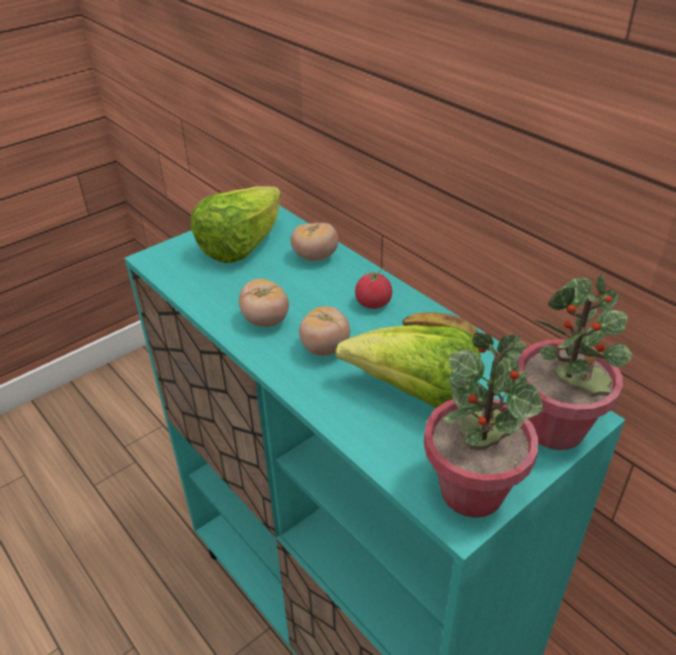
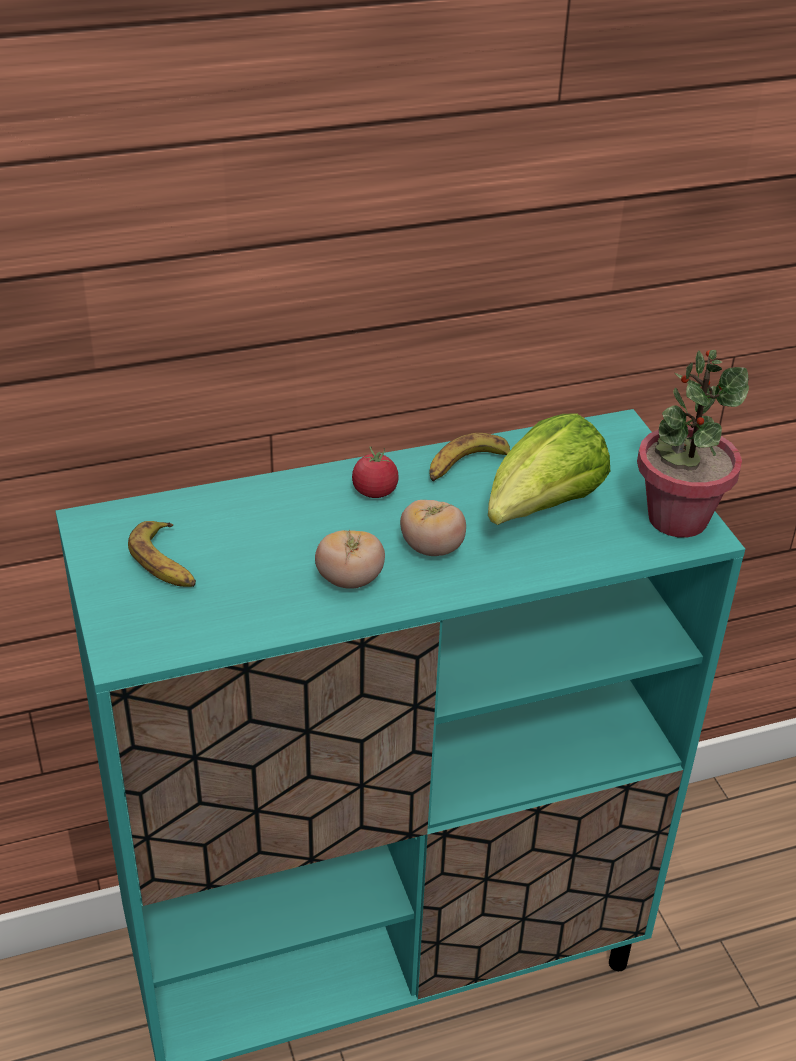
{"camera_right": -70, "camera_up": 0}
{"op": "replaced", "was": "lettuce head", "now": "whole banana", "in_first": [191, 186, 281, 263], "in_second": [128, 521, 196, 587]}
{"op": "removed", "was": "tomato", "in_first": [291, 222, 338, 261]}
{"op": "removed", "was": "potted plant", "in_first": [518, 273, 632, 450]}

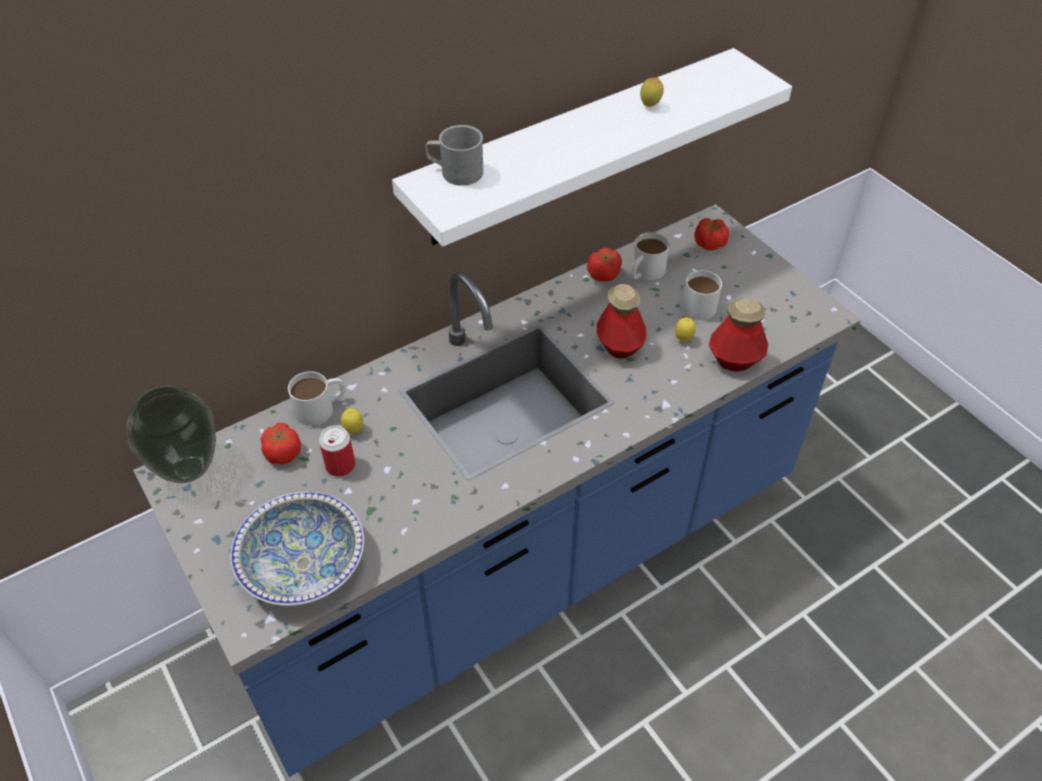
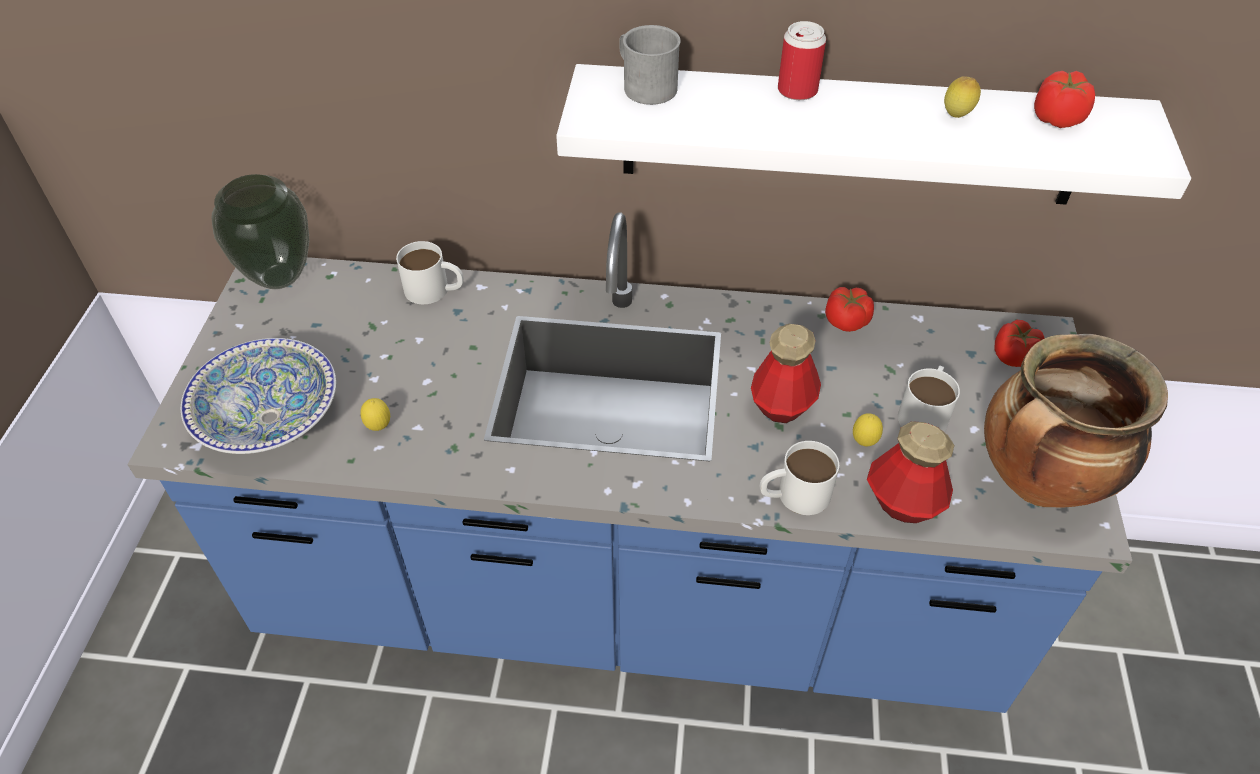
{"camera_right": 40, "camera_up": 0}
{"op": "moved", "was": "lemon", "in_first": [341, 408, 363, 434], "in_second": [361, 398, 390, 431]}
{"op": "moved", "was": "white coffee mug", "in_first": [631, 232, 669, 281], "in_second": [760, 441, 839, 515]}
{"op": "moved", "was": "sealed can", "in_first": [319, 425, 355, 477], "in_second": [778, 21, 826, 100]}
{"op": "added", "now": "saucepot", "in_second": [984, 334, 1168, 508]}
{"op": "moved", "was": "tomato", "in_first": [261, 423, 301, 465], "in_second": [1034, 71, 1095, 128]}

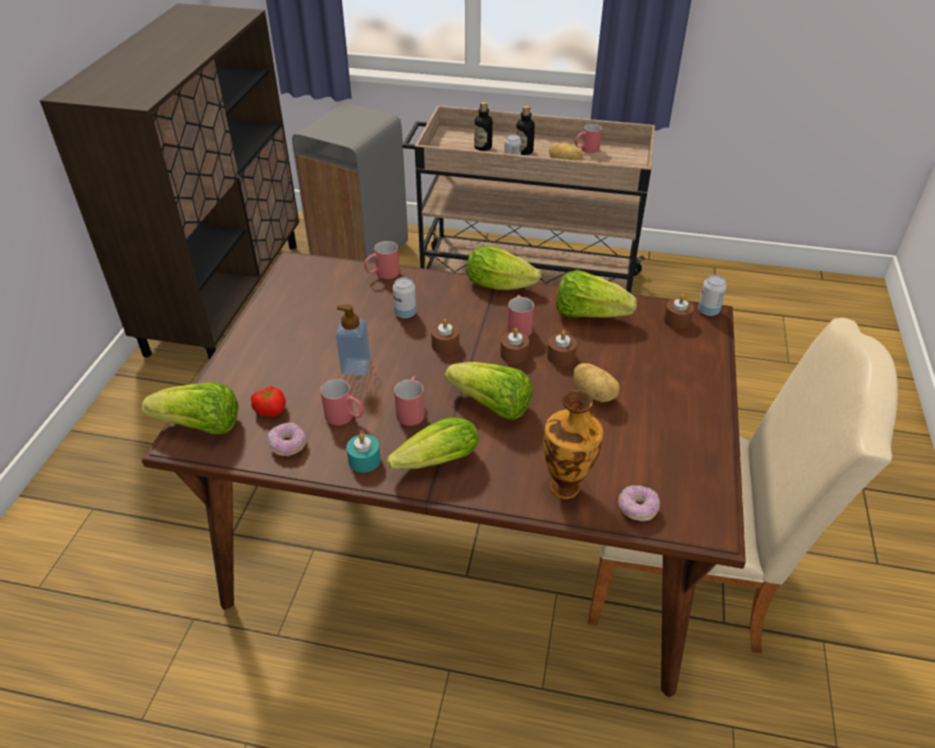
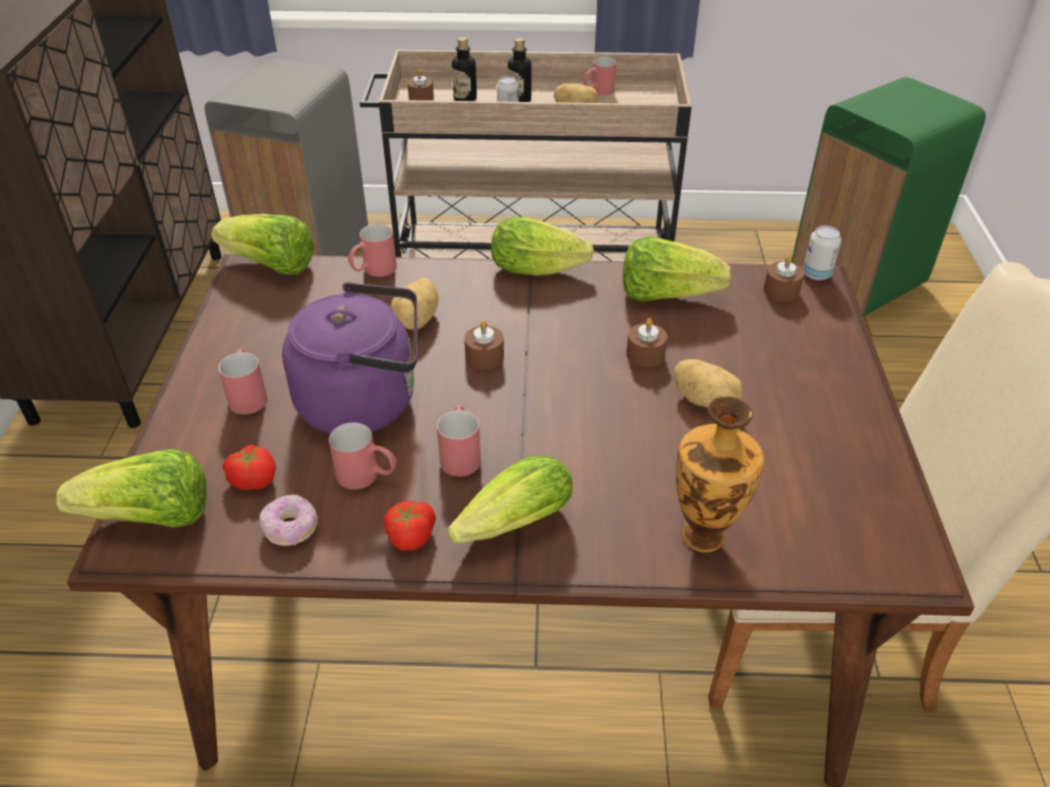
{"camera_right": -10, "camera_up": 0}
{"op": "moved", "was": "lettuce head", "in_first": [445, 362, 532, 420], "in_second": [211, 214, 314, 275]}
{"op": "moved", "was": "reddish coffee mug", "in_first": [507, 295, 534, 336], "in_second": [218, 349, 268, 414]}
{"op": "replaced", "was": "soap dispenser", "now": "purplish water kettle", "in_first": [335, 305, 371, 375], "in_second": [282, 282, 418, 434]}
{"op": "replaced", "was": "turquoise wax light", "now": "tomato", "in_first": [346, 433, 381, 473], "in_second": [384, 501, 436, 551]}
{"op": "replaced", "was": "sealed can", "now": "spud", "in_first": [393, 277, 416, 318], "in_second": [391, 278, 438, 330]}
{"op": "moved", "was": "brown wax light", "in_first": [500, 328, 529, 364], "in_second": [407, 69, 434, 101]}
{"op": "added", "now": "green-coloured waste bin", "in_second": [791, 77, 986, 316]}
{"op": "removed", "was": "donut", "in_first": [618, 485, 660, 521]}

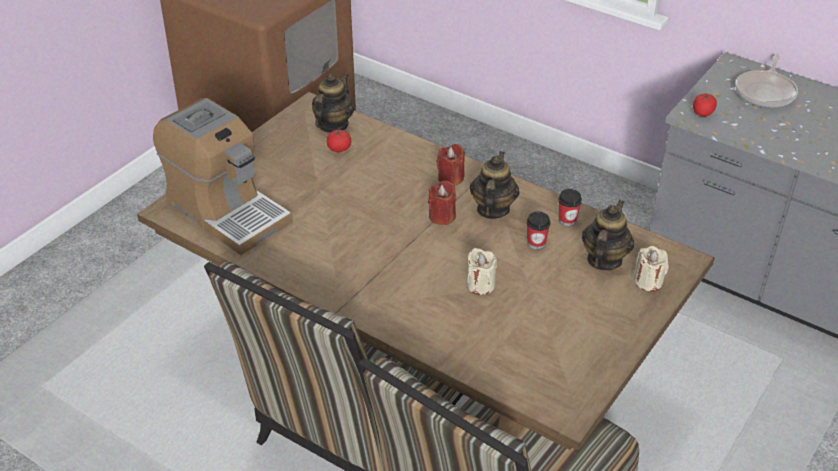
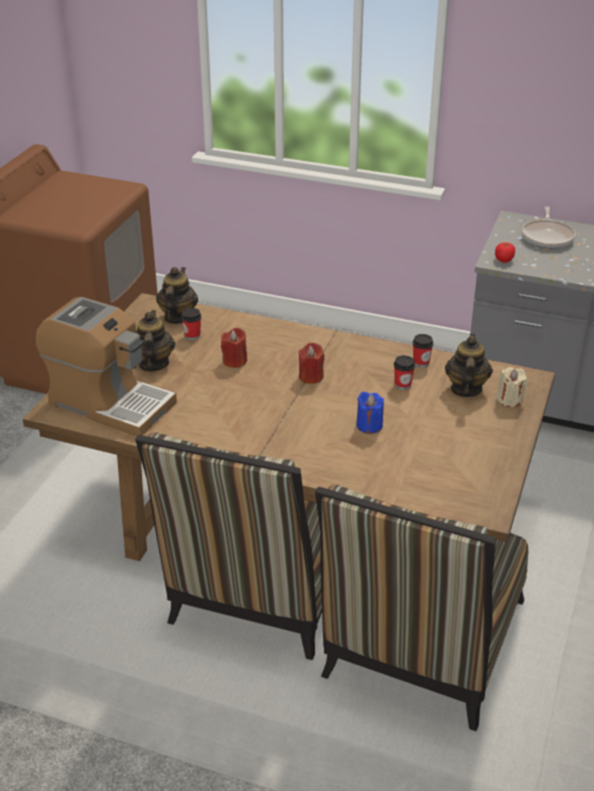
{"camera_right": -15, "camera_up": -5}
{"op": "moved", "was": "pot for tea", "in_first": [470, 151, 519, 219], "in_second": [136, 310, 175, 372]}
{"op": "replaced", "was": "tomato", "now": "small cup", "in_first": [327, 130, 351, 152], "in_second": [181, 308, 201, 340]}
{"op": "moved", "was": "reddish wax light", "in_first": [436, 144, 465, 185], "in_second": [221, 328, 247, 368]}
{"op": "recoloured", "was": "beige-coloured wax light", "now": "blue wax light", "in_first": [466, 248, 497, 295], "in_second": [356, 392, 384, 434]}

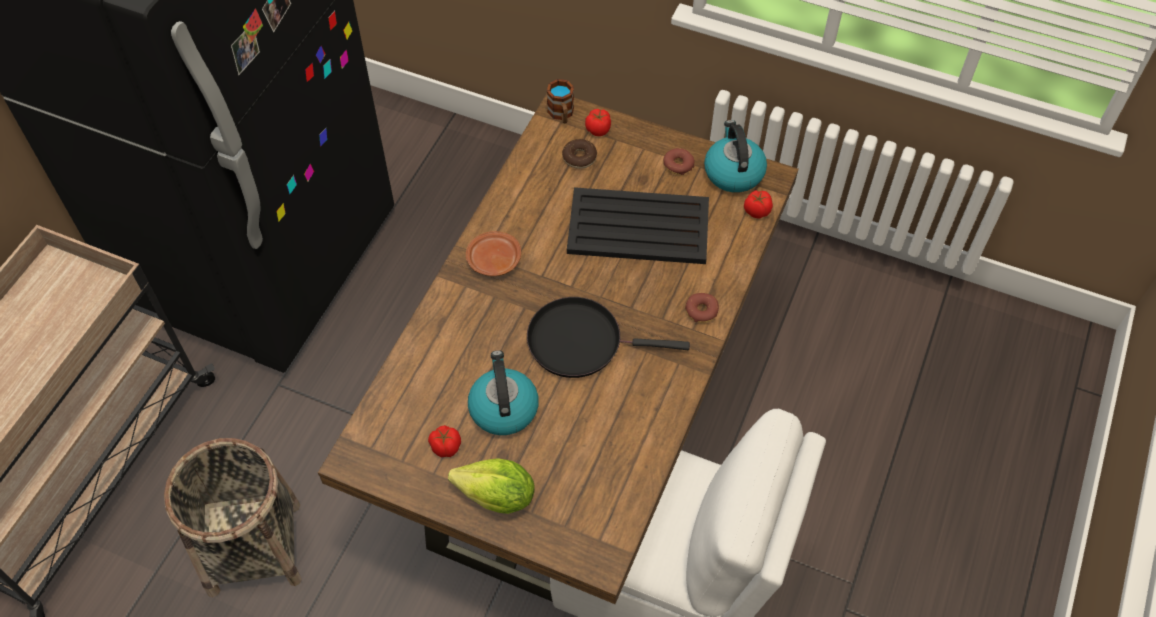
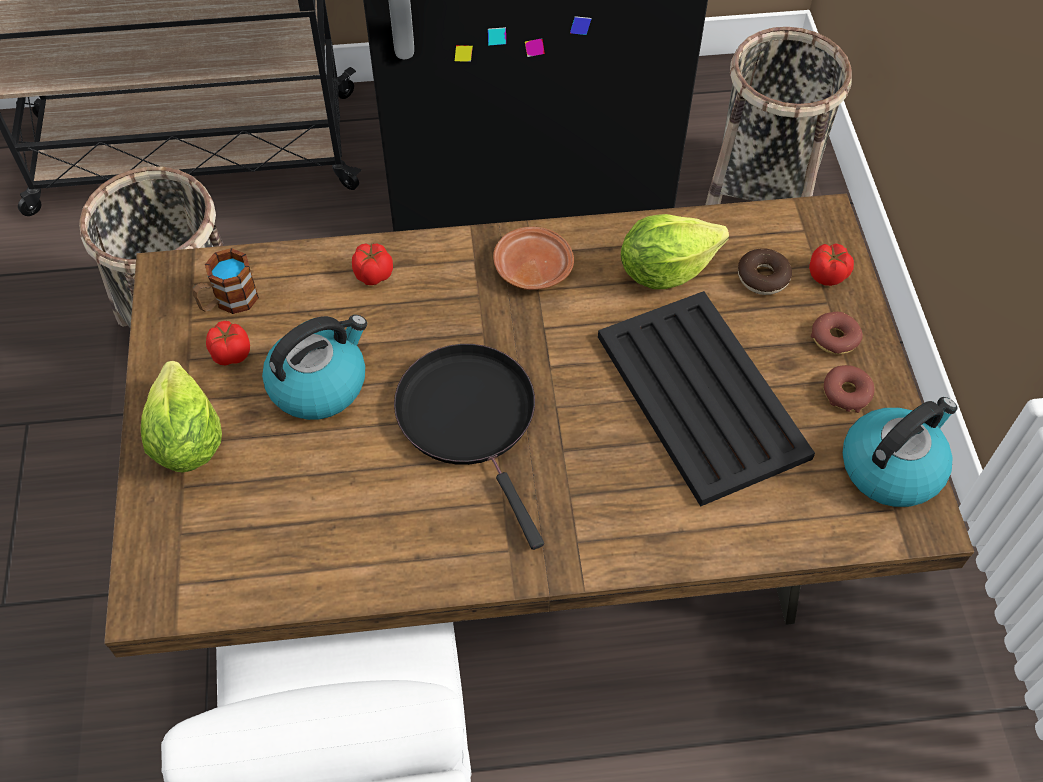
{"camera_right": 60, "camera_up": 0}
{"op": "moved", "was": "coffee mug", "in_first": [547, 79, 574, 123], "in_second": [192, 248, 259, 314]}
{"op": "moved", "was": "tomato", "in_first": [744, 190, 773, 219], "in_second": [352, 243, 393, 285]}
{"op": "added", "now": "lettuce head", "in_second": [621, 214, 729, 289]}
{"op": "added", "now": "household basket", "in_second": [705, 27, 852, 205]}
{"op": "moved", "was": "donut", "in_first": [685, 293, 719, 323], "in_second": [811, 312, 863, 355]}

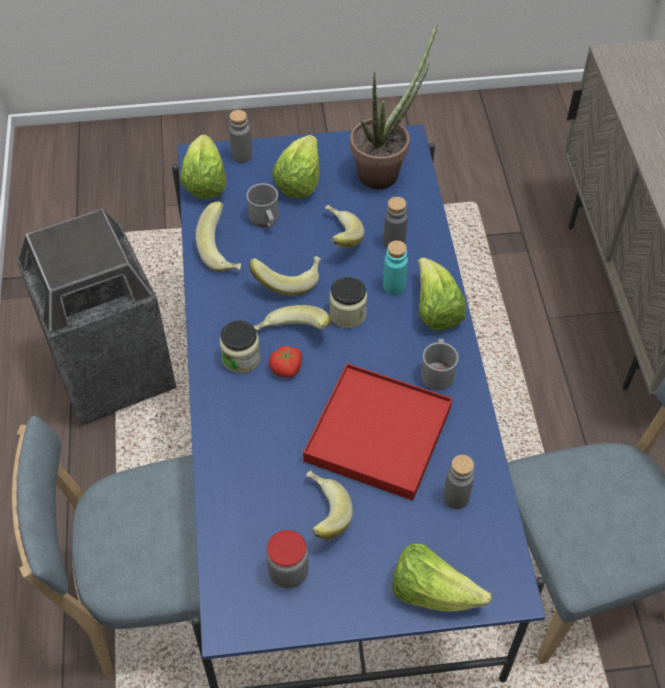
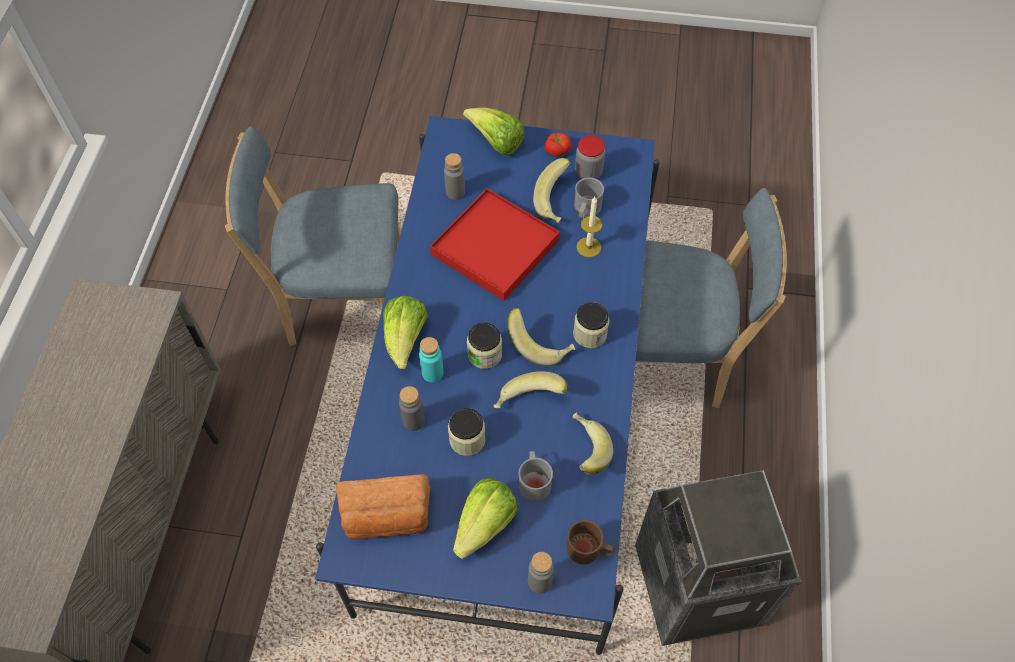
{"camera_right": -165, "camera_up": 5}
{"op": "replaced", "was": "potted plant", "now": "bread", "in_first": [350, 19, 438, 189], "in_second": [336, 474, 430, 539]}
{"op": "replaced", "was": "whole banana", "now": "storage jar", "in_first": [325, 205, 365, 248], "in_second": [448, 408, 486, 456]}
{"op": "moved", "was": "tomato", "in_first": [268, 346, 302, 378], "in_second": [545, 132, 572, 156]}
{"op": "replaced", "was": "lettuce head", "now": "brown coffee mug", "in_first": [180, 135, 226, 199], "in_second": [567, 520, 614, 564]}
{"op": "moved", "was": "grey coffee mug", "in_first": [421, 339, 459, 390], "in_second": [574, 177, 604, 218]}
{"op": "added", "now": "wax light", "in_second": [576, 197, 602, 257]}

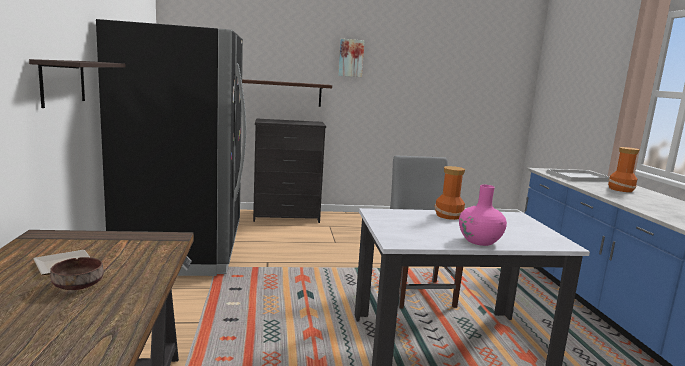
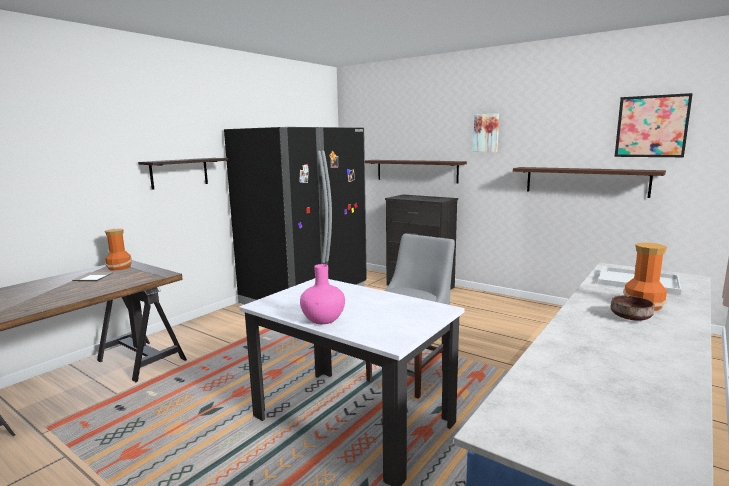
{"camera_right": 45, "camera_up": 0}
{"op": "moved", "was": "vase", "in_first": [434, 166, 465, 220], "in_second": [105, 229, 132, 271]}
{"op": "added", "now": "bracket shelf", "in_second": [513, 167, 666, 198]}
{"op": "moved", "was": "brown bowl", "in_first": [50, 257, 104, 290], "in_second": [611, 295, 654, 321]}
{"op": "added", "now": "wall picture", "in_second": [615, 93, 693, 157]}

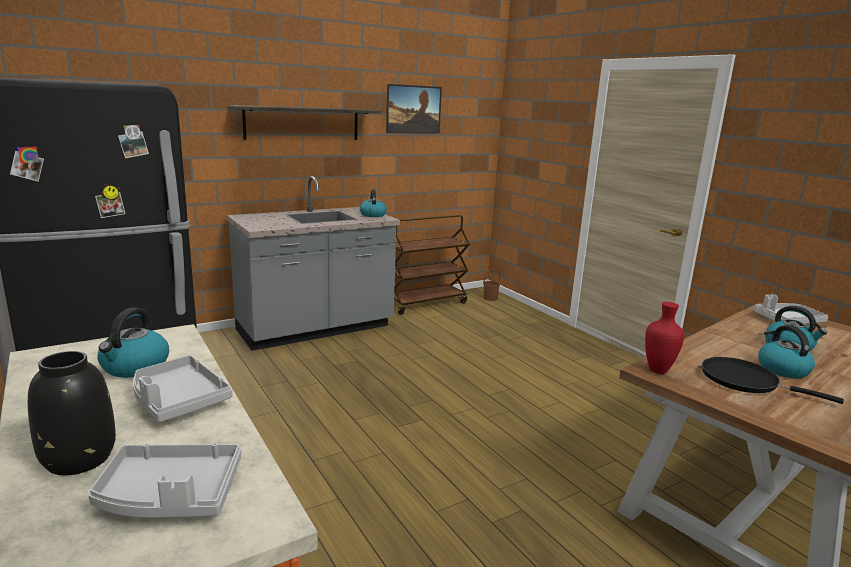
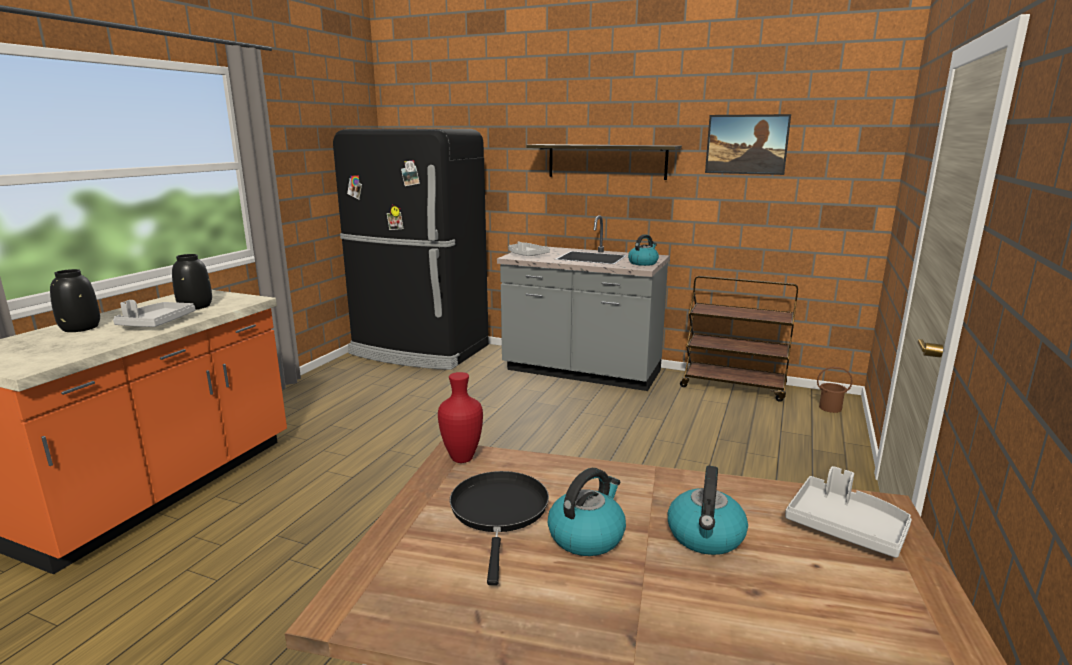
{"camera_right": 55, "camera_up": 0}
{"op": "replaced", "was": "water kettle", "now": "blackish vase", "in_first": [98, 307, 169, 378], "in_second": [172, 254, 212, 310]}
{"op": "moved", "was": "grey carrying tray", "in_first": [88, 443, 241, 518], "in_second": [508, 241, 550, 256]}

